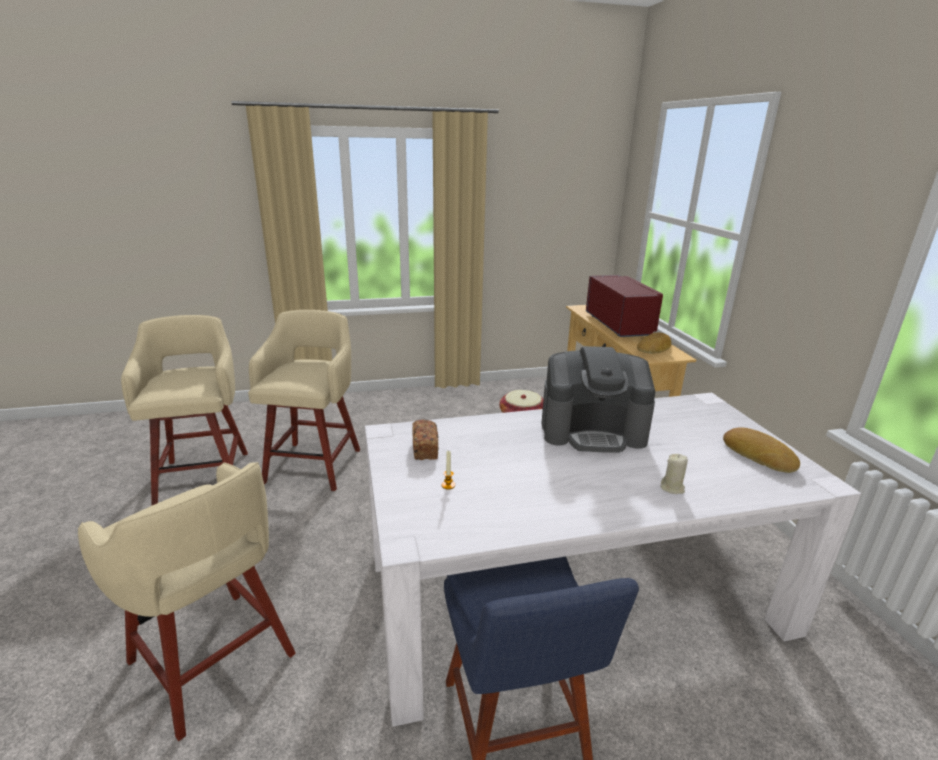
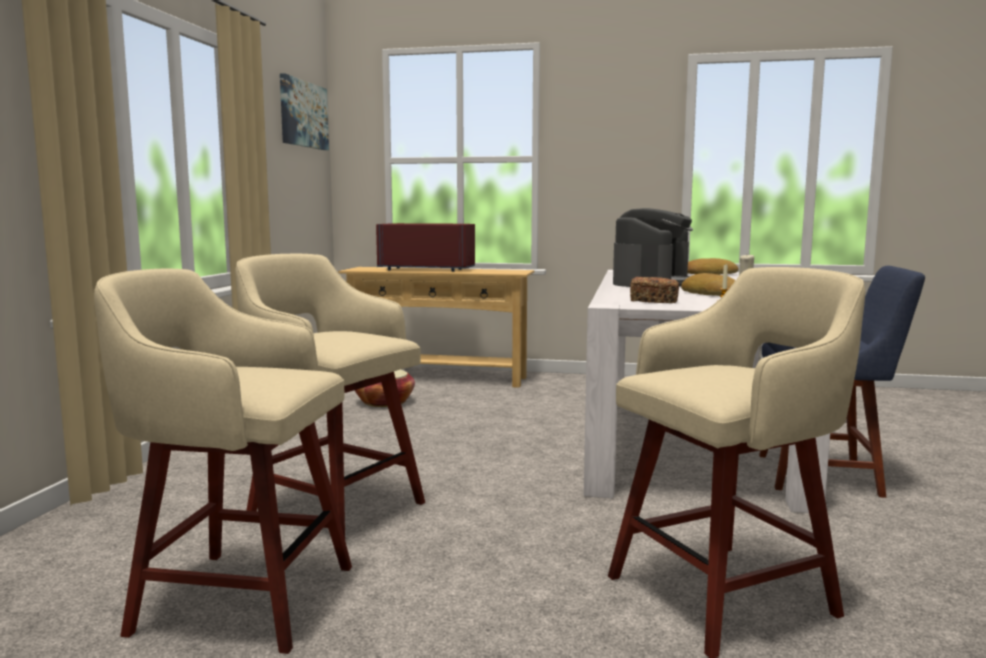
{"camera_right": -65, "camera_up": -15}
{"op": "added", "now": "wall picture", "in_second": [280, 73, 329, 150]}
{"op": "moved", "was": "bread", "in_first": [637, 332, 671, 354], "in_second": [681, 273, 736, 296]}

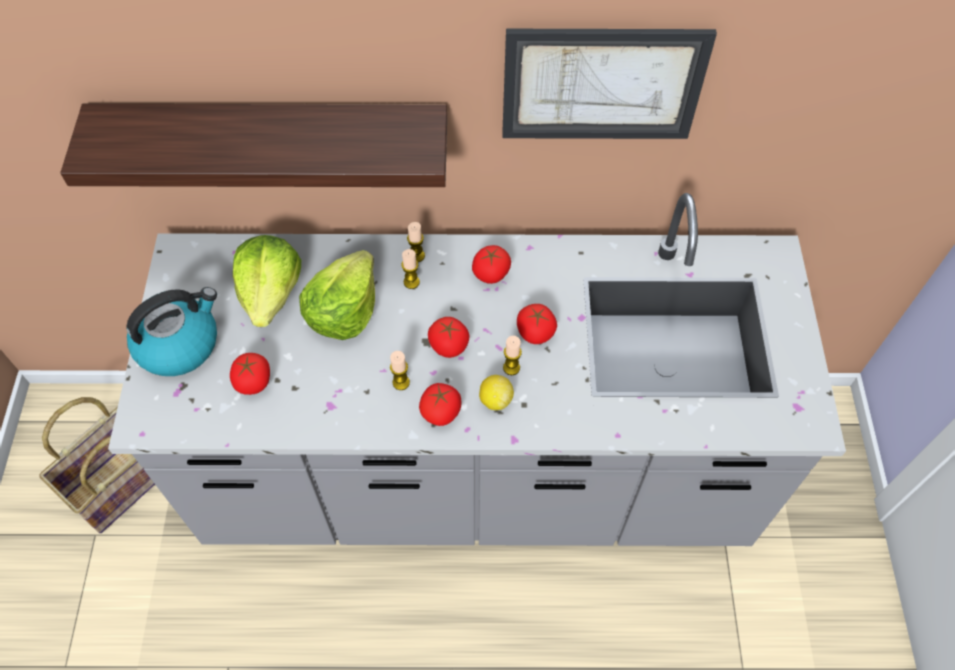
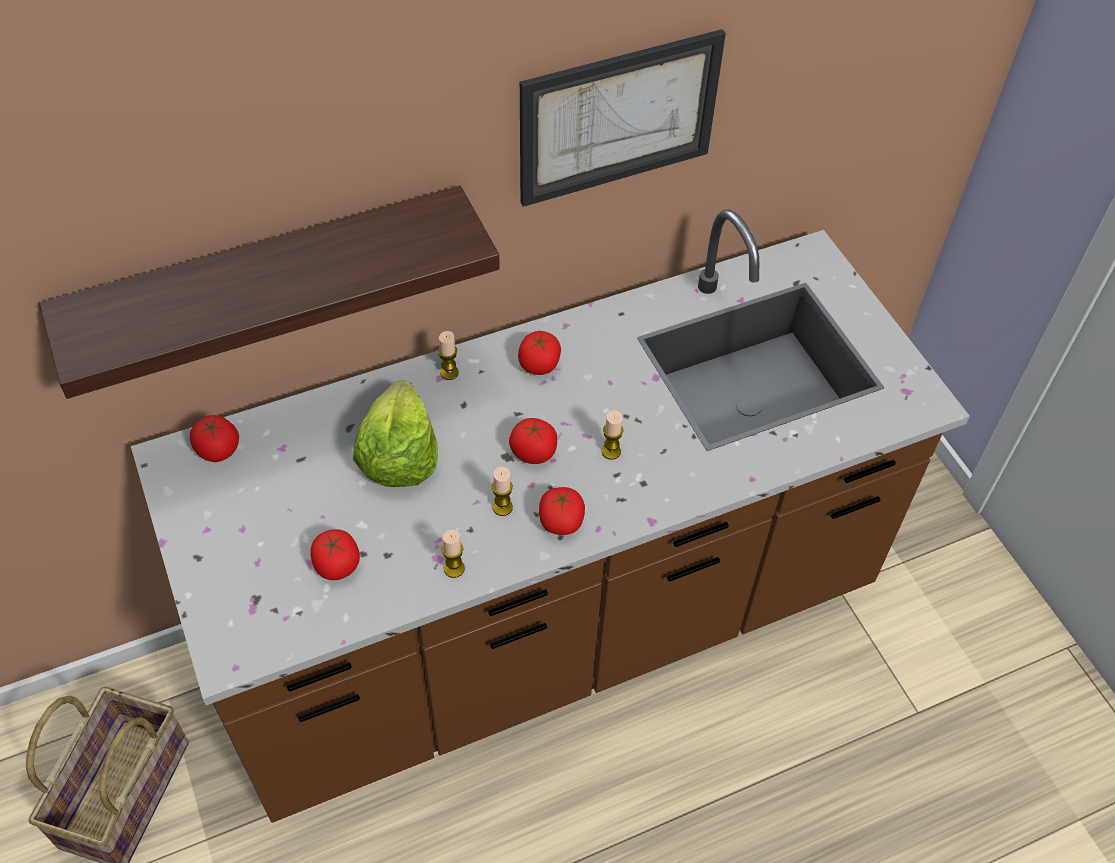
{"camera_right": -25, "camera_up": -5}
{"op": "recoloured", "was": "grey counter", "now": "brown counter", "in_first": [108, 193, 846, 546], "in_second": [131, 210, 970, 823]}
{"op": "moved", "was": "tomato", "in_first": [517, 304, 557, 344], "in_second": [190, 415, 239, 462]}
{"op": "moved", "was": "wax light", "in_first": [401, 249, 420, 289], "in_second": [441, 530, 465, 578]}
{"op": "removed", "was": "water kettle", "in_first": [126, 287, 217, 376]}
{"op": "removed", "was": "lettuce head", "in_first": [233, 235, 301, 327]}
{"op": "removed", "was": "lemon", "in_first": [479, 375, 514, 410]}

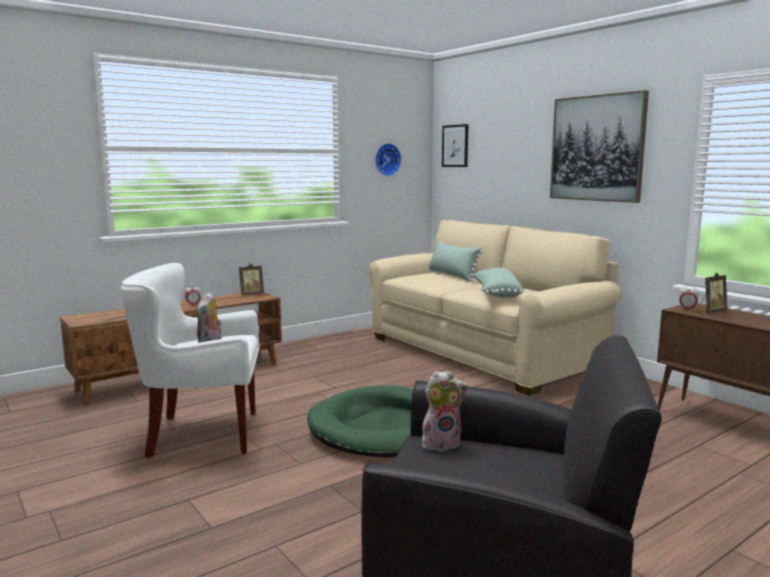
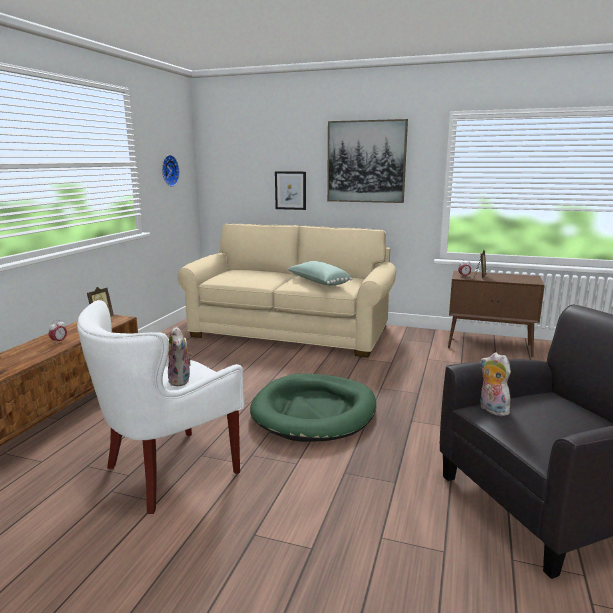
{"camera_right": -35, "camera_up": 5}
{"op": "moved", "was": "wall picture", "in_first": [442, 124, 469, 167], "in_second": [275, 171, 306, 210]}
{"op": "turned", "was": "plush toy", "in_first": [422, 370, 468, 452], "in_second": [480, 352, 511, 416], "clockwise": -75}
{"op": "removed", "was": "green-coloured throw pillow", "in_first": [429, 241, 483, 282]}

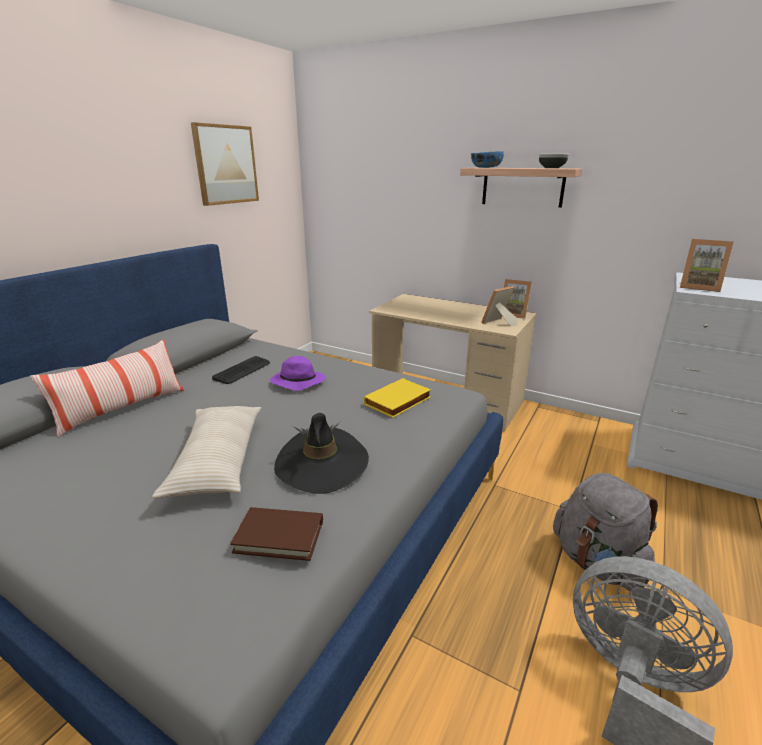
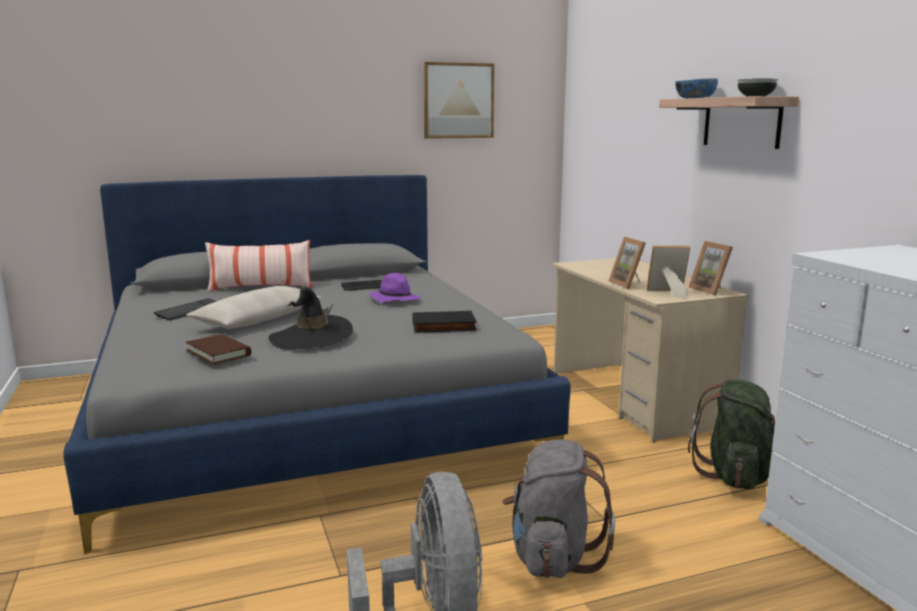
{"camera_right": 40, "camera_up": -10}
{"op": "added", "now": "computer keyboard", "in_second": [154, 298, 216, 321]}
{"op": "recoloured", "was": "yellow bound book", "now": "blackish bound book", "in_first": [364, 378, 431, 418], "in_second": [413, 311, 477, 333]}
{"op": "moved", "was": "picture frame", "in_first": [680, 239, 734, 292], "in_second": [608, 237, 646, 289]}
{"op": "added", "now": "green-coloured backpack", "in_second": [688, 379, 775, 489]}

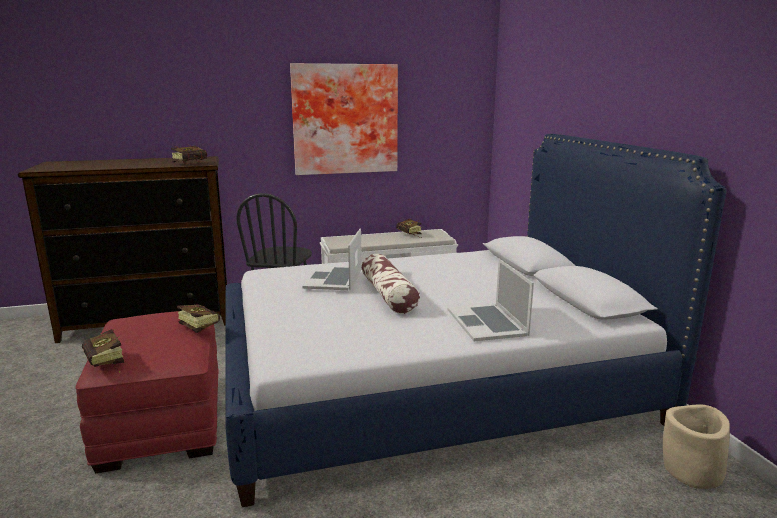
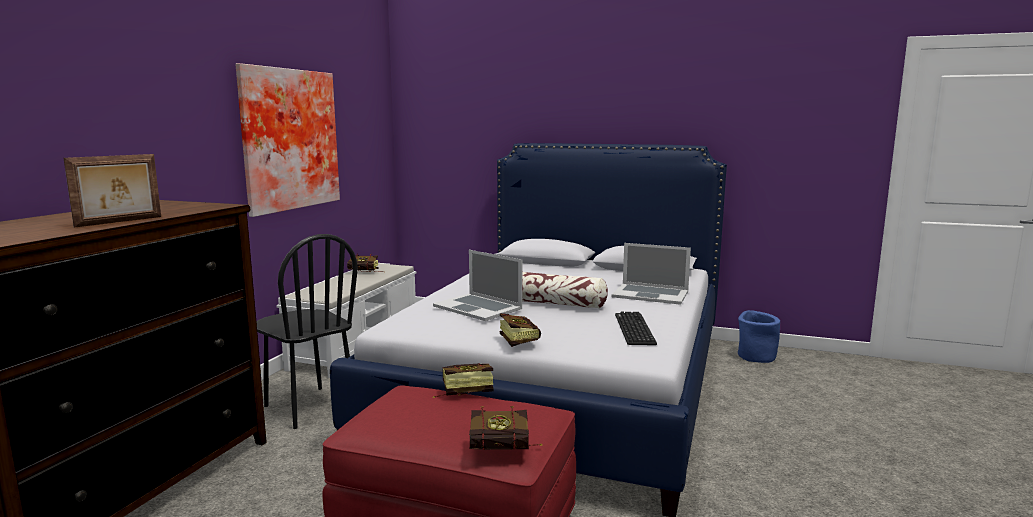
{"camera_right": -55, "camera_up": -5}
{"op": "added", "now": "picture frame", "in_second": [63, 154, 161, 228]}
{"op": "moved", "was": "bound book", "in_first": [171, 145, 207, 164], "in_second": [499, 313, 541, 347]}
{"op": "added", "now": "computer keyboard", "in_second": [615, 312, 657, 345]}
{"op": "recoloured", "was": "beige-coloured planter", "now": "blue planter", "in_first": [663, 404, 730, 489], "in_second": [738, 310, 780, 363]}

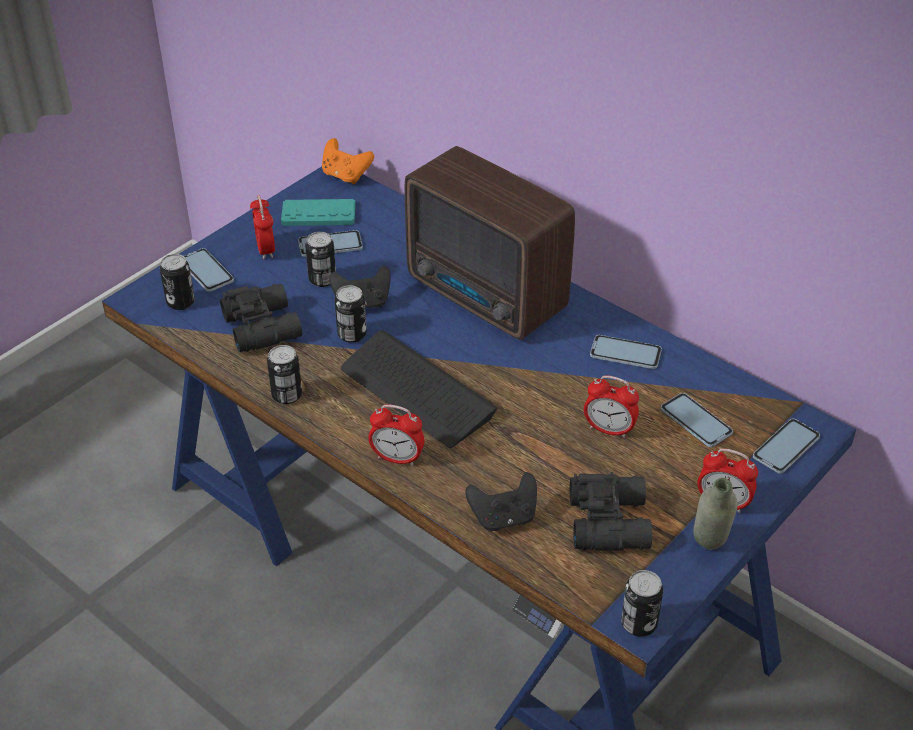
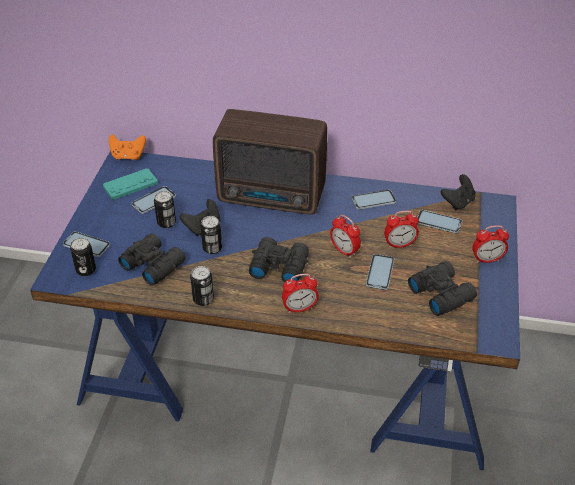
{"camera_right": -30, "camera_up": 0}
{"op": "replaced", "was": "computer keyboard", "now": "blackish pair of binoculars", "in_first": [341, 330, 497, 448], "in_second": [249, 237, 309, 282]}
{"op": "moved", "was": "bedside clock", "in_first": [250, 195, 275, 259], "in_second": [330, 215, 361, 258]}
{"op": "moved", "was": "handset", "in_first": [753, 419, 820, 474], "in_second": [366, 254, 394, 290]}
{"op": "moved", "was": "blackish game controller", "in_first": [465, 472, 537, 531], "in_second": [441, 174, 476, 210]}
{"op": "removed", "was": "sealed can", "in_first": [621, 570, 663, 637]}
{"op": "removed", "was": "grey drink bottle", "in_first": [693, 478, 738, 550]}

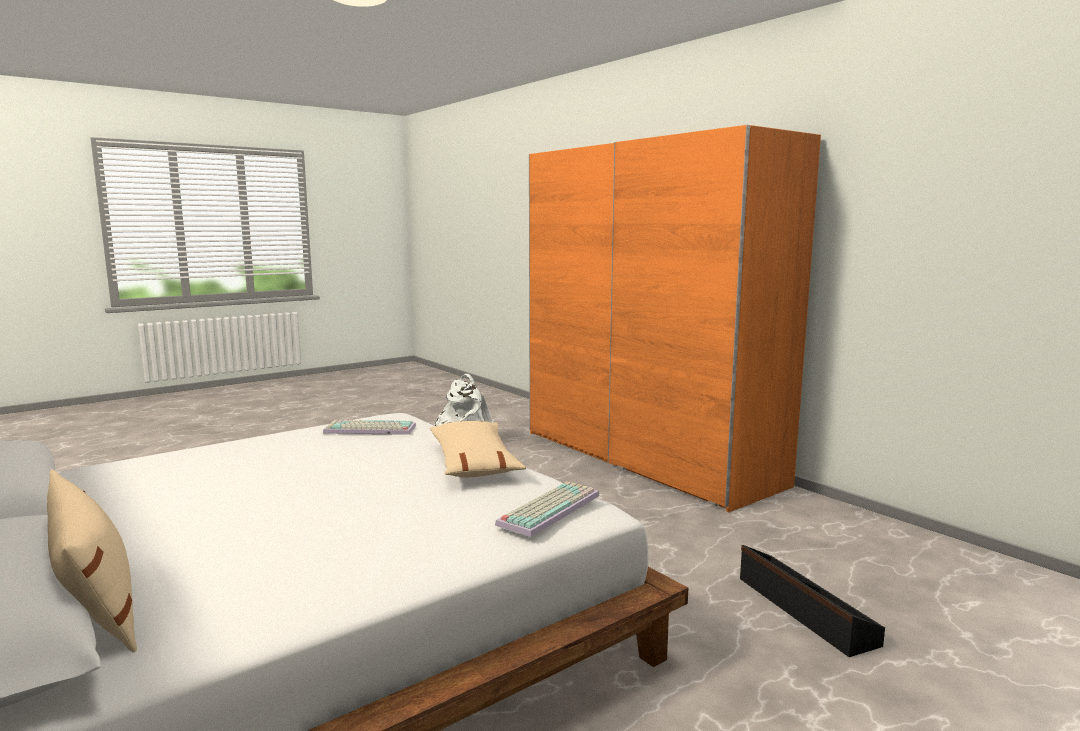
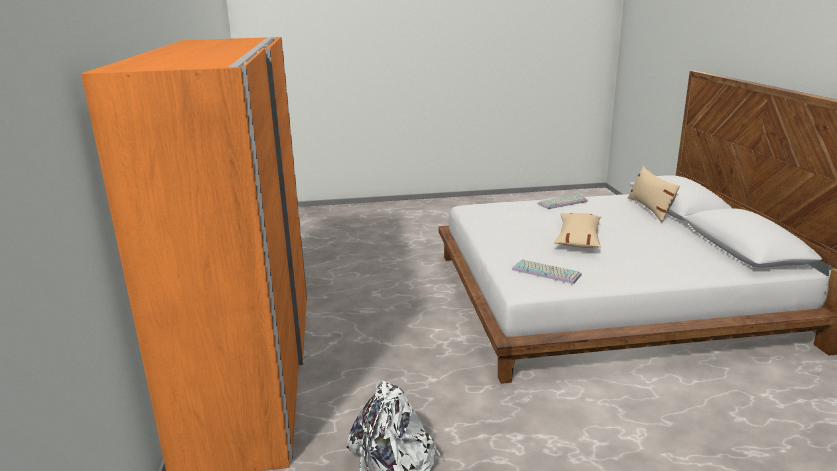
{"camera_right": -150, "camera_up": 10}
{"op": "moved", "was": "computer keyboard", "in_first": [495, 482, 600, 537], "in_second": [538, 195, 588, 209]}
{"op": "moved", "was": "beige-coloured throw pillow", "in_first": [430, 421, 526, 478], "in_second": [554, 213, 601, 248]}
{"op": "removed", "was": "blackish storage box", "in_first": [740, 545, 885, 657]}

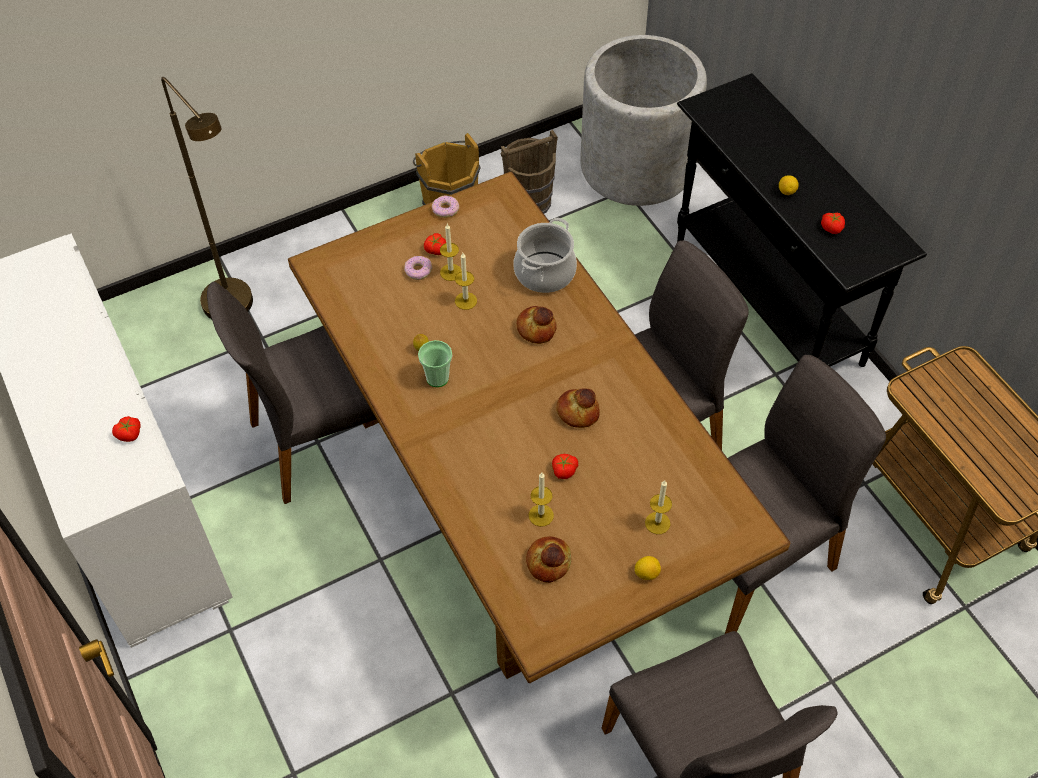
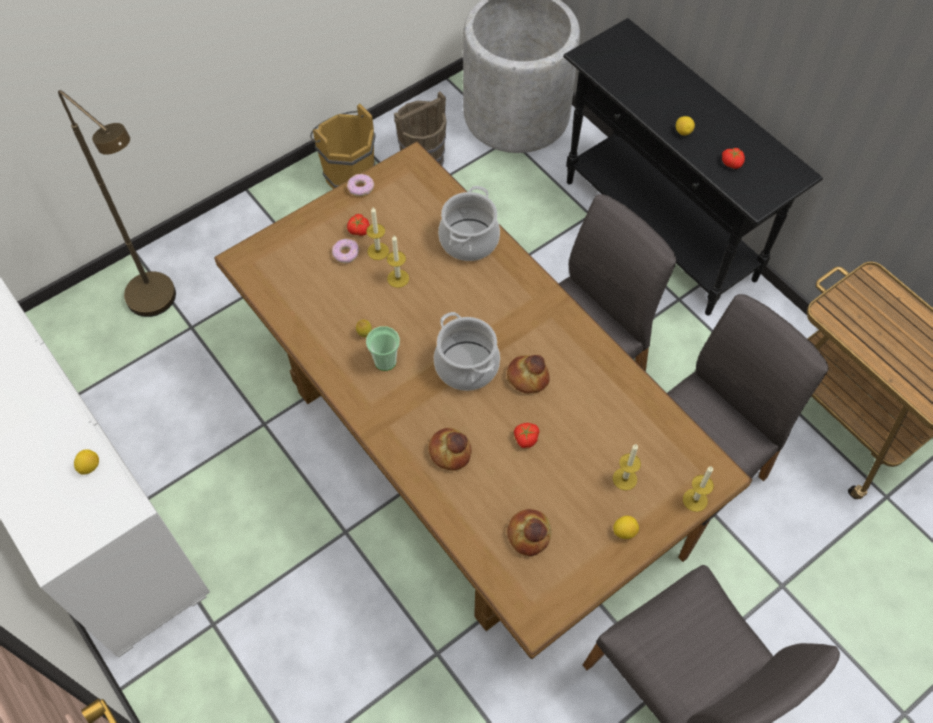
{"camera_right": -10, "camera_up": 5}
{"op": "replaced", "was": "tomato", "now": "lemon", "in_first": [112, 416, 141, 442], "in_second": [74, 449, 99, 475]}
{"op": "moved", "was": "bread", "in_first": [516, 306, 557, 344], "in_second": [428, 428, 472, 471]}
{"op": "added", "now": "saucepot", "in_second": [434, 312, 500, 391]}
{"op": "moved", "was": "wax light", "in_first": [529, 473, 554, 527], "in_second": [683, 466, 714, 512]}
{"op": "removed", "was": "grey upright chair", "in_first": [207, 281, 376, 504]}

